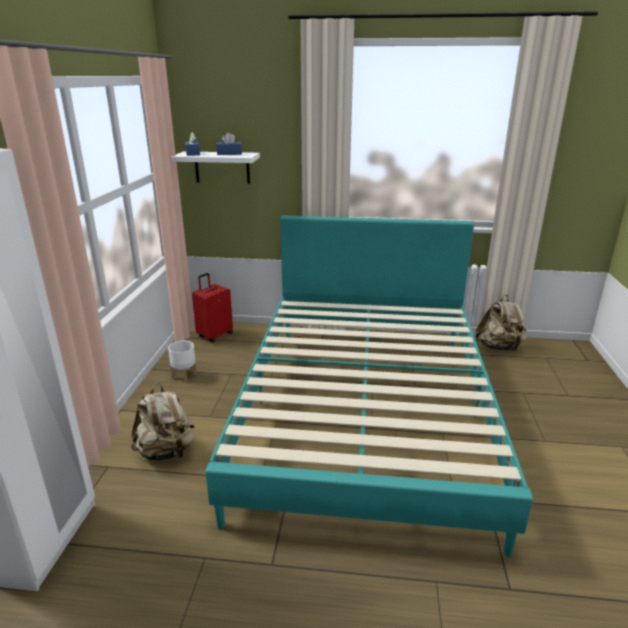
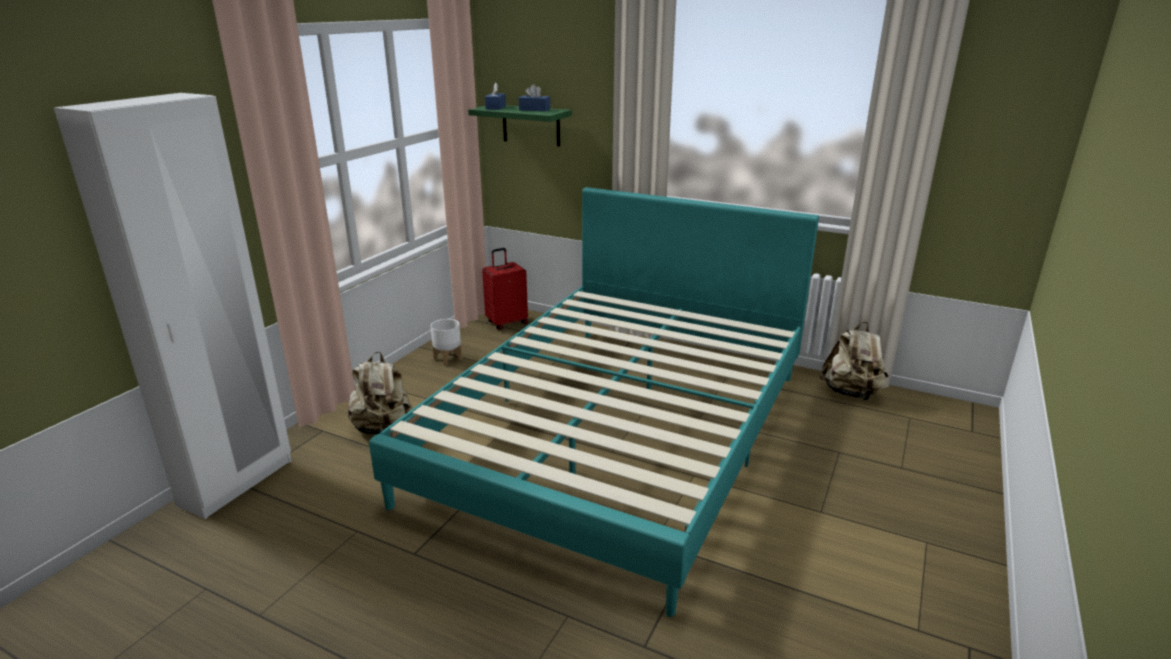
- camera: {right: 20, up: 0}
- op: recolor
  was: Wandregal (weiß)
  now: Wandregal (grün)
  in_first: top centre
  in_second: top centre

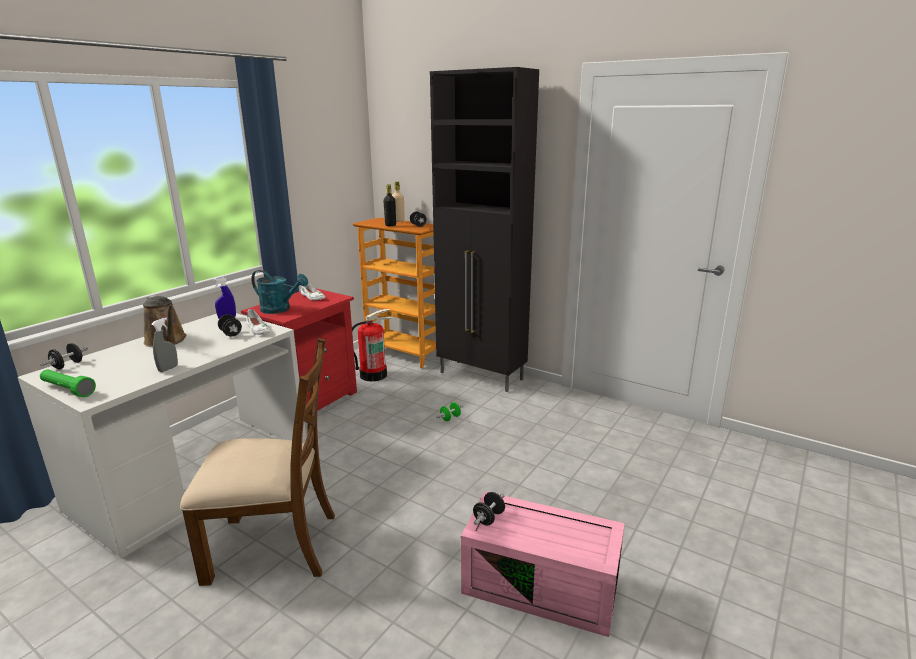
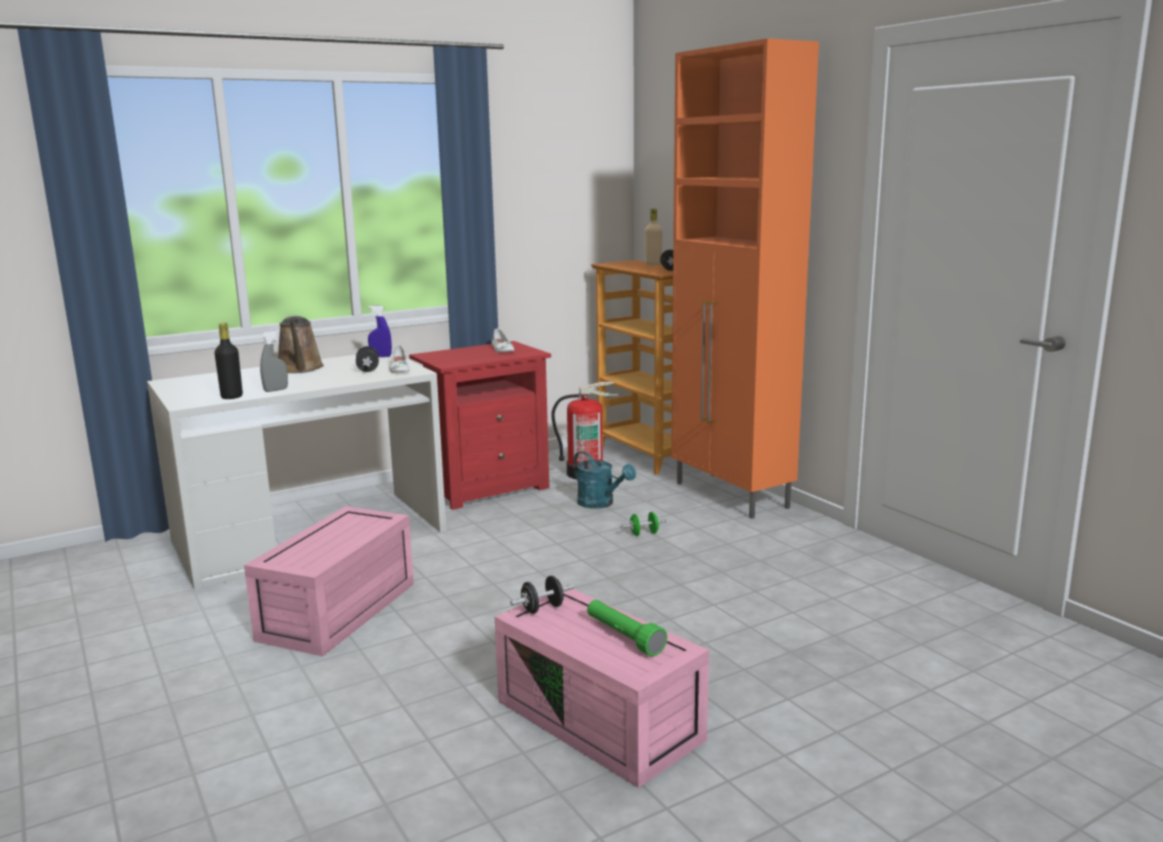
- camera: {right: 25, up: -5}
- op: delete
  was: Hantel (schwarz) (1st from left)
  in_first: middle left
- op: move
  was: Taschenlampe (grün)
  in_first: middle left
  in_second: bottom centre
- op: replace
  was: Stuhl (braun)
  now: Aufbewahrungsbox (rosa) (1st from left)
  in_first: bottom left
  in_second: bottom left
- op: move
  was: Gießkanne (türkis)
  in_first: middle left
  in_second: centre
- op: move
  was: Flasche (schwarz)
  in_first: top centre
  in_second: middle left
- op: recolor
  was: Schrank (schwarz)
  now: Schrank (orange)
  in_first: centre
  in_second: top centre

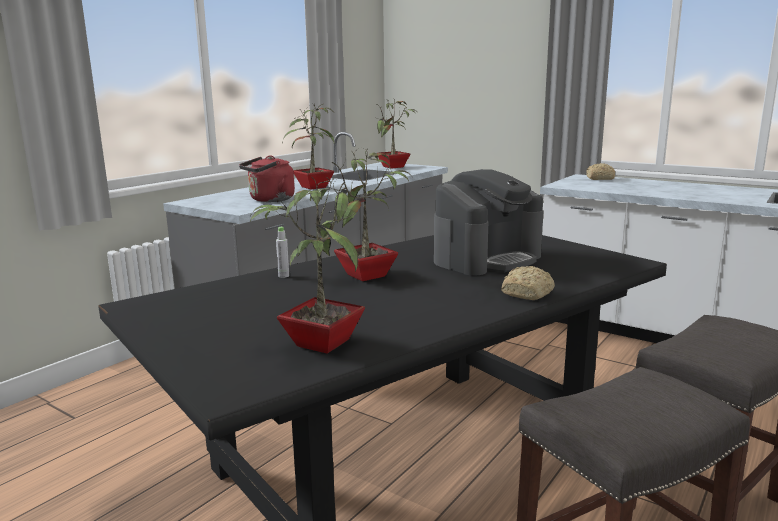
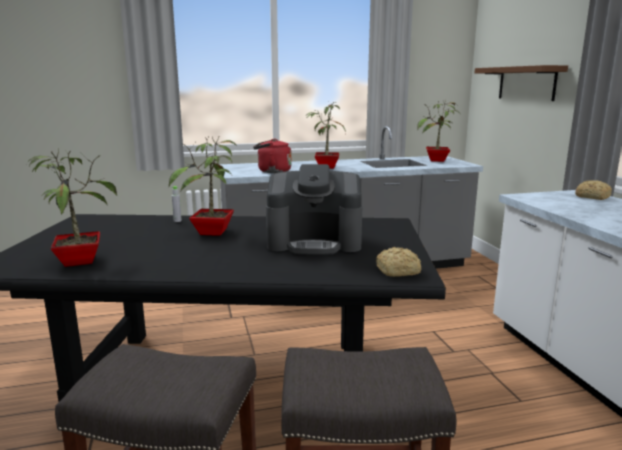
- camera: {right: 40, up: 0}
- op: move
  was: Brot (1st from left)
  in_first: middle right
  in_second: centre
- op: insert
  now: Wandregal (braun)
  in_second: top right

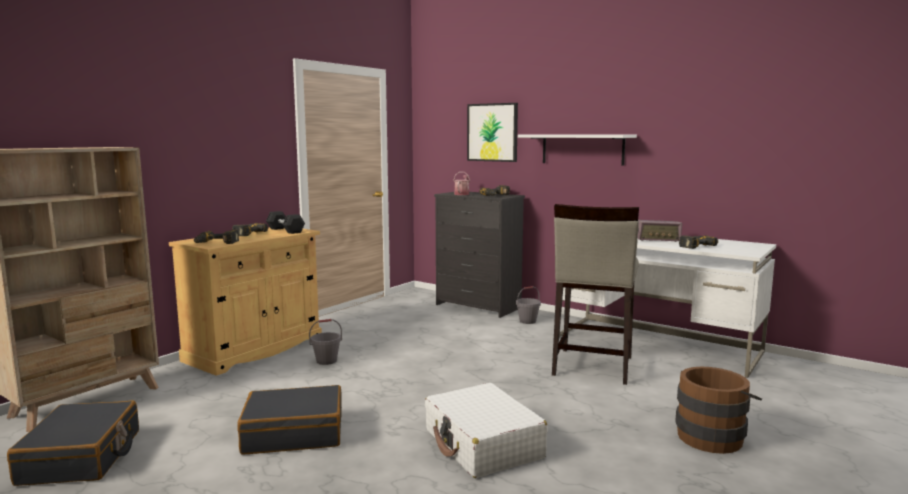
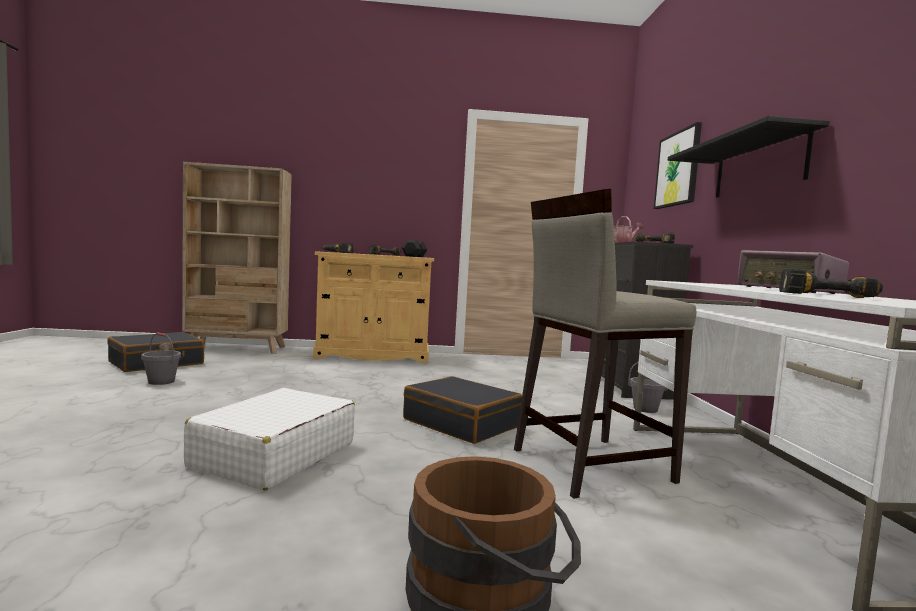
- camera: {right: 50, up: -5}
- op: move
  was: Koffer (schwarz) (2nd from left)
  in_first: bottom left
  in_second: bottom centre
- op: move
  was: Eimer (grau) (1st from left)
  in_first: bottom centre
  in_second: middle left
- op: recolor
  was: Wandregal (weiß)
  now: Wandregal (schwarz)
  in_first: top centre
  in_second: top right

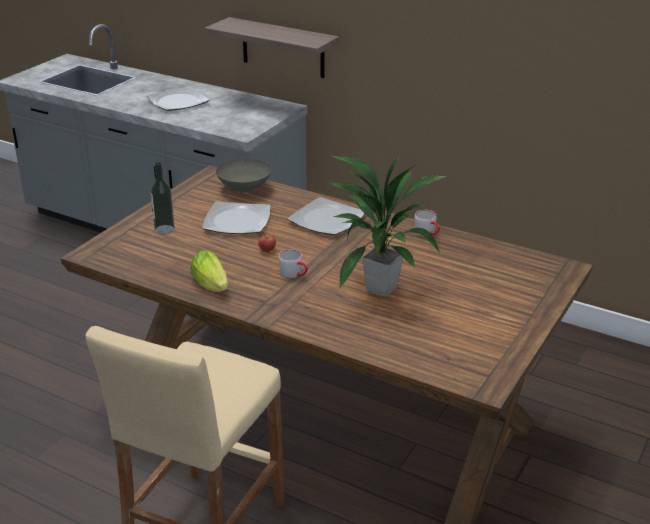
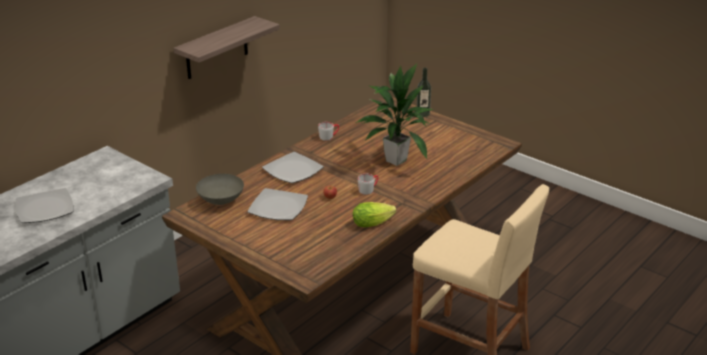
- camera: {right: -80, up: 0}
- op: move
  was: Flasche
  in_first: middle left
  in_second: top centre
- op: move
  was: Wandregal
  in_first: top centre
  in_second: top left

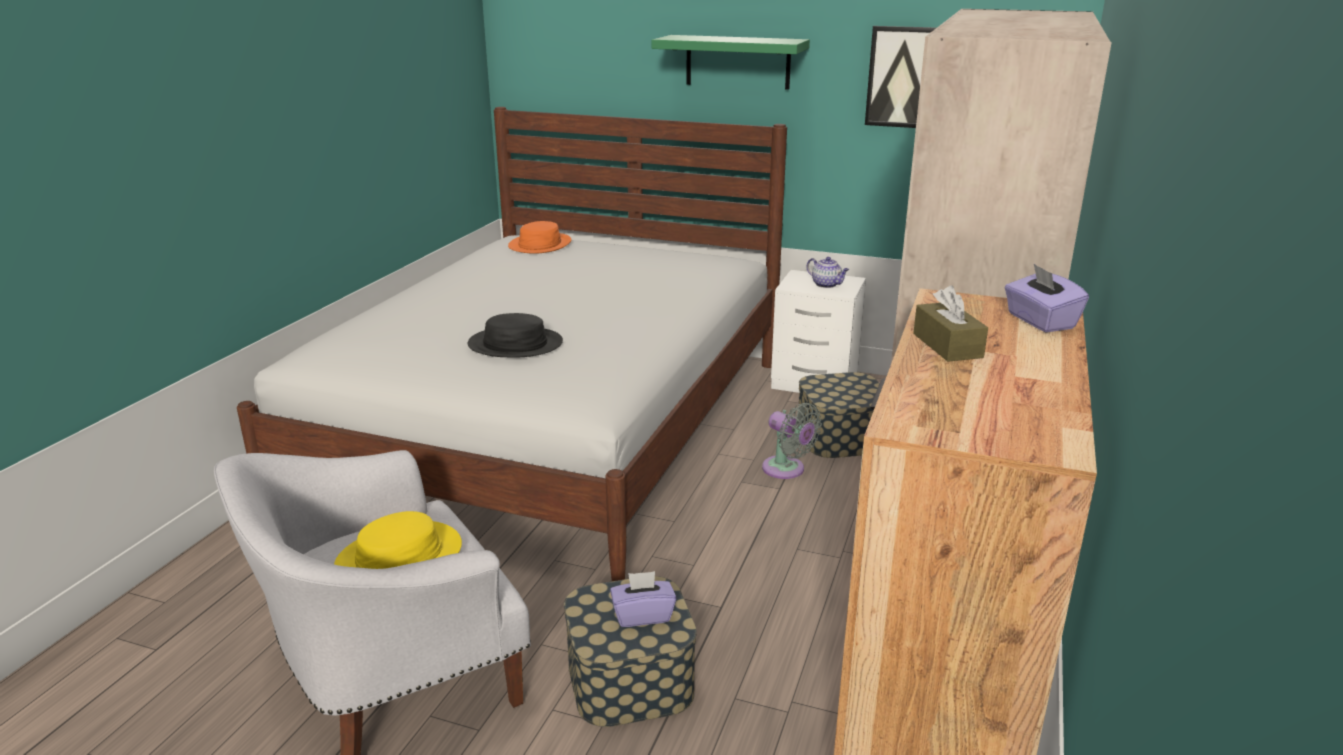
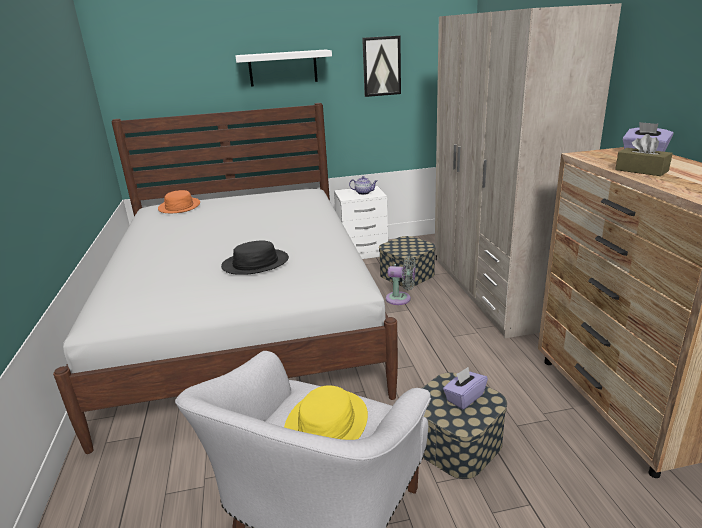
- camera: {right: -30, up: 0}
- op: recolor
  was: Wandregal (grün)
  now: Wandregal (weiß)
  in_first: top centre
  in_second: top centre

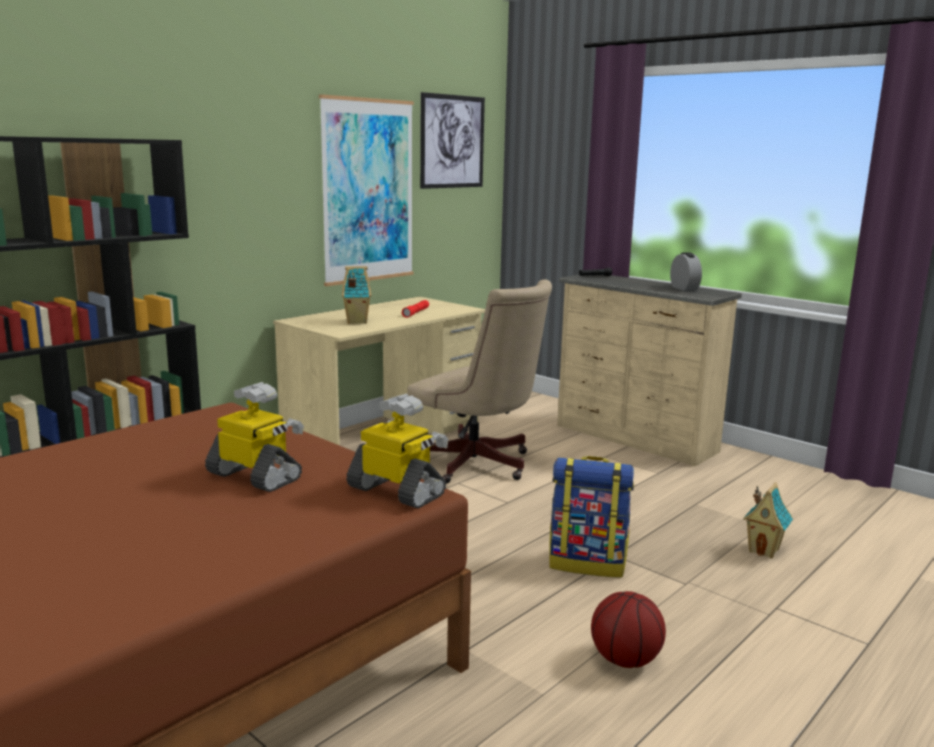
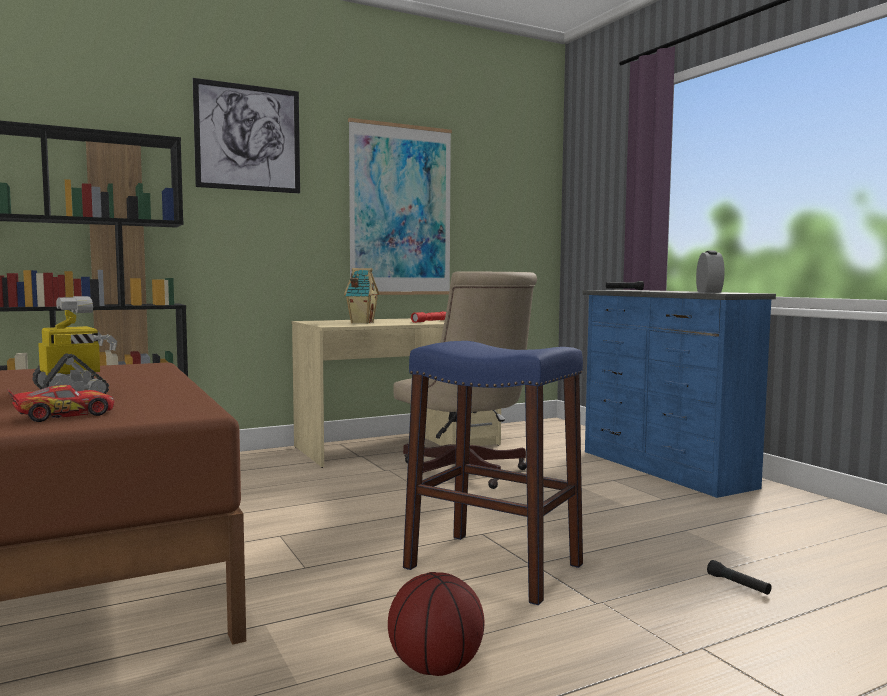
- camera: {right: 20, up: -10}
- op: delete
  was: Spielzeugroboter (2nd from left)
  in_first: centre
- op: move
  was: Bild (2nd from left in the first image)
  now: Bild (1st from left)
  in_first: top centre
  in_second: top left
- op: replace
  was: Rucksack
  now: Hocker (blau)
  in_first: bottom centre
  in_second: bottom centre
- op: recolor
  was: Kommode (beige)
  now: Kommode (blau)
  in_first: middle right
  in_second: middle right
- op: replace
  was: Spielzeughaus (2nd from left)
  now: Taschenlampe (schwarz) (2nd from left)
  in_first: bottom right
  in_second: bottom right
- op: insert
  now: Spielzeugauto
  in_second: middle left

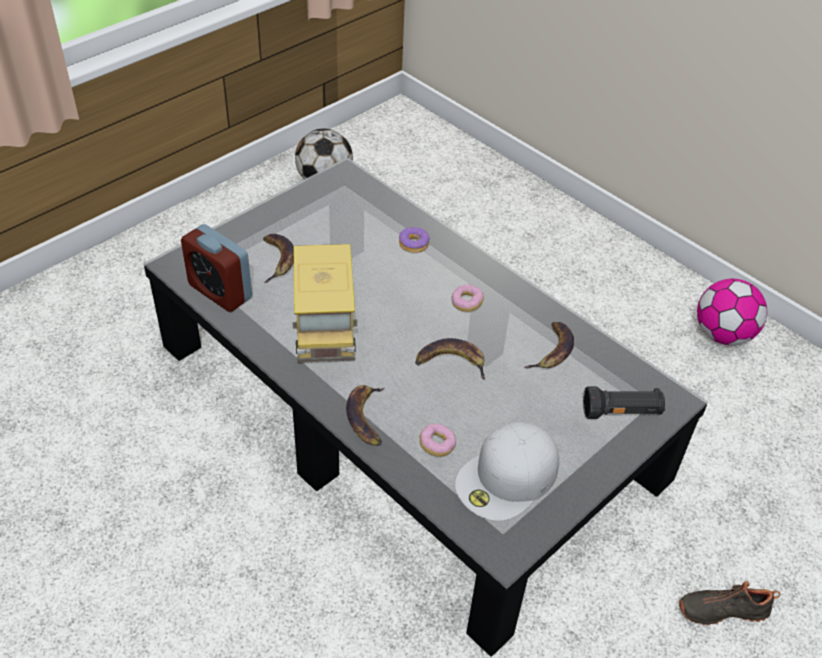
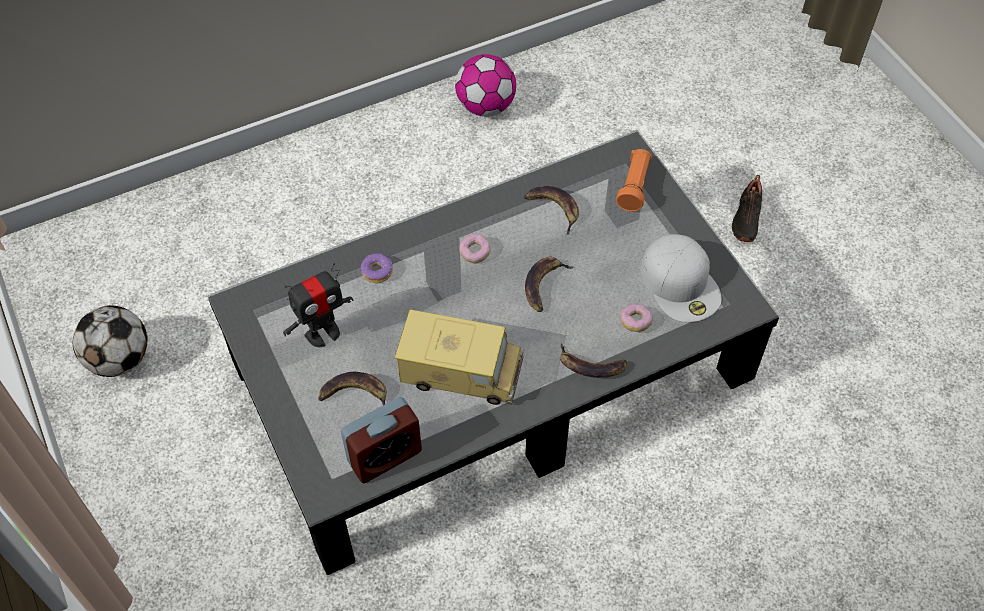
- camera: {right: -70, up: 10}
- op: recolor
  was: Taschenlampe (schwarz)
  now: Taschenlampe (orange)
  in_first: middle right
  in_second: top centre
- op: insert
  now: Spielzeugroboter
  in_second: middle left

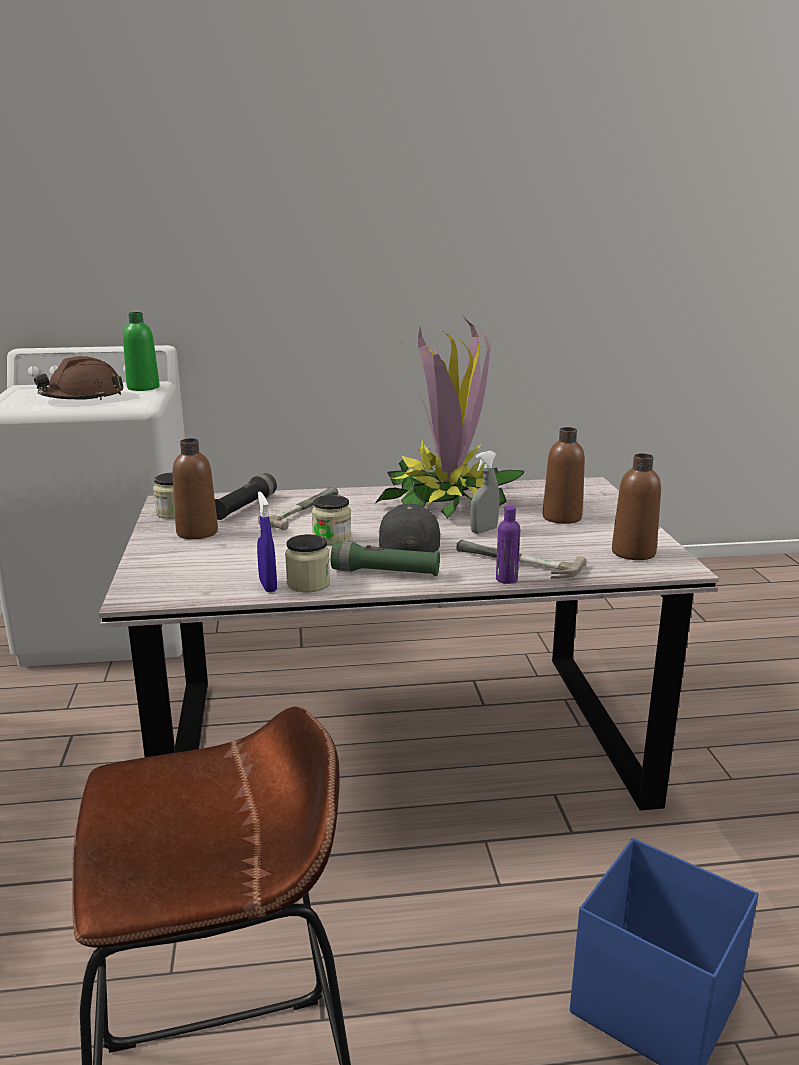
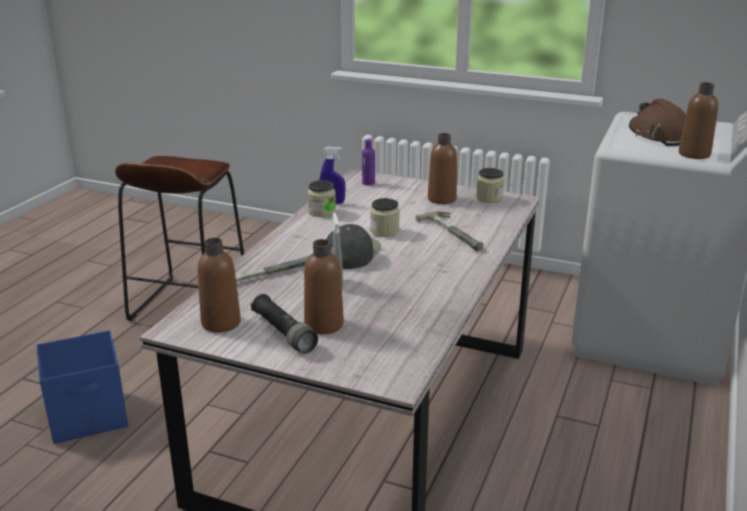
- camera: {right: 120, up: 5}
- op: recolor
  was: Flasche (grün)
  now: Flasche (braun) (4th from left)
  in_first: top left
  in_second: top right
- op: move
  was: Taschenlampe (schwarz)
  in_first: middle left
  in_second: centre
- op: delete
  was: Taschenlampe (grün)
  in_first: centre
- op: delete
  was: Topfpflanze
  in_first: centre
- op: rotate
  was: Kappe (schwarz)
  in_first: centre
  in_second: centre
  clockwise: -105
- op: move
  was: Flasche (lila)
  in_first: centre
  in_second: top centre

